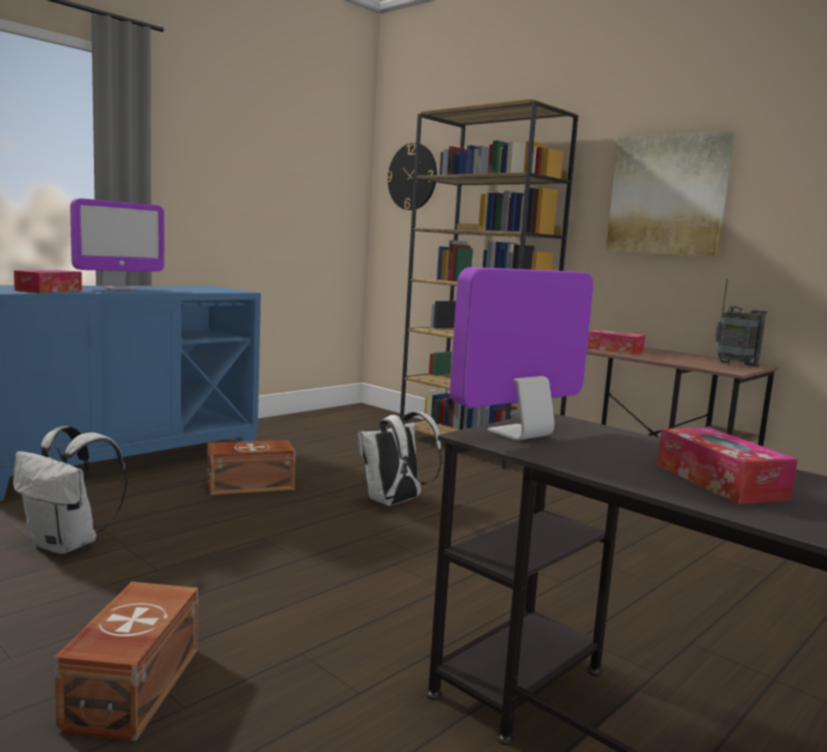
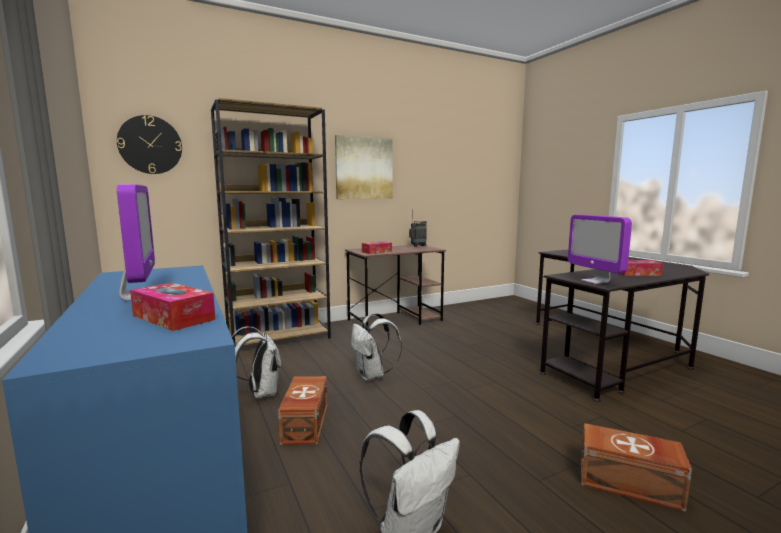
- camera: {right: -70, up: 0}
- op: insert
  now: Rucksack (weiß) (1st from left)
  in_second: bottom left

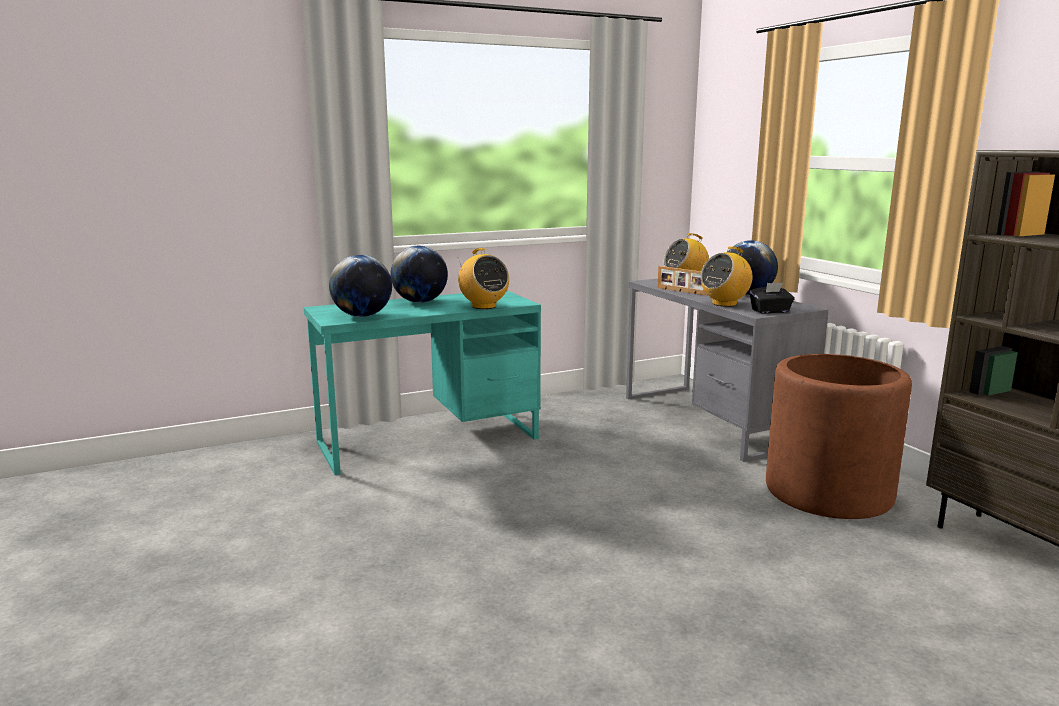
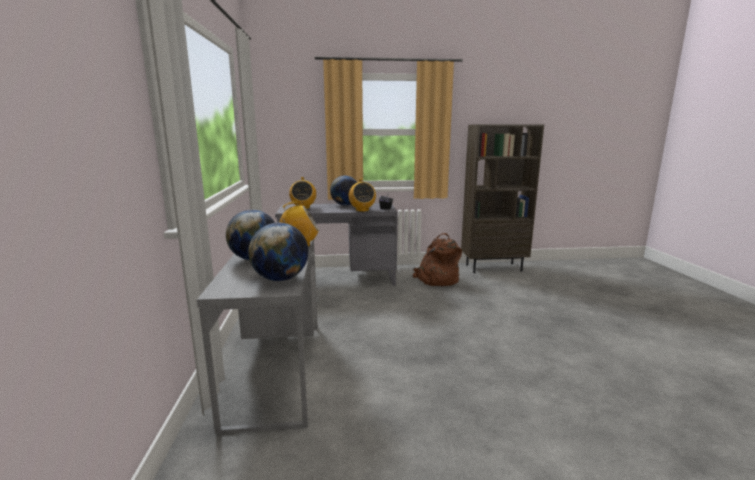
- camera: {right: -70, up: 0}
- op: recolor
  was: Schreibtisch (türkis)
  now: Schreibtisch (grau) (1st from left)
  in_first: centre
  in_second: bottom centre
- op: delete
  was: Bilderrahmen
  in_first: centre
- op: replace
  was: Pflanzkübel (braun)
  now: Rucksack (braun)
  in_first: middle right
  in_second: centre

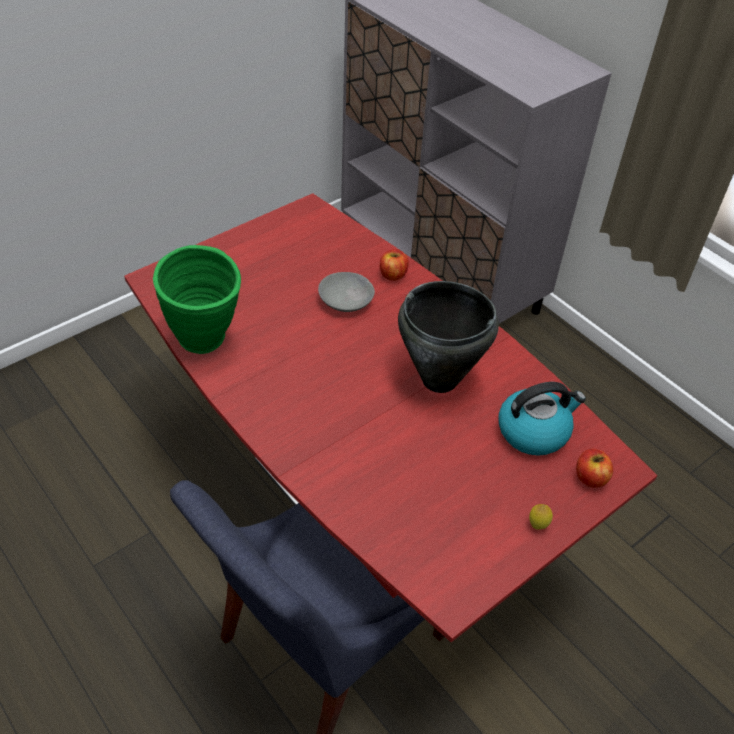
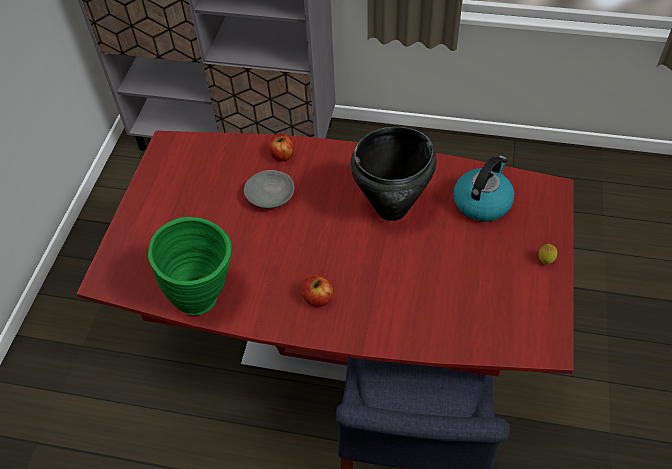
- camera: {right: -35, up: 5}
- op: move
  was: Apfel (2nd from left)
  in_first: middle right
  in_second: centre

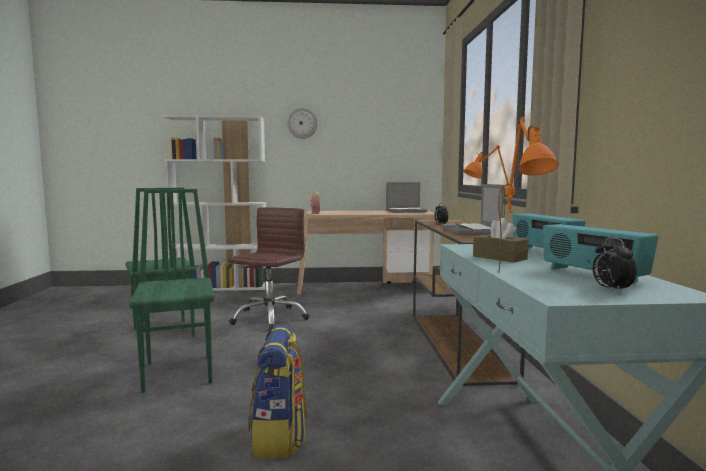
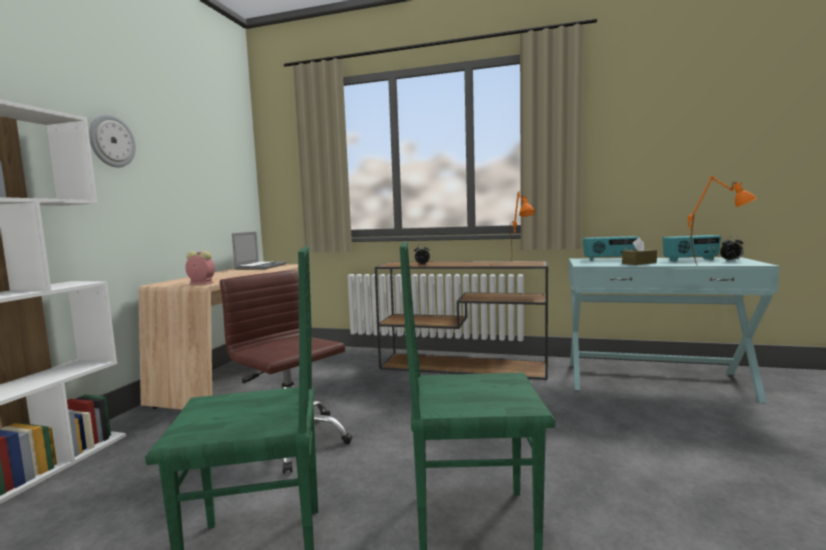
- camera: {right: -70, up: 0}
- op: delete
  was: Rucksack
  in_first: bottom centre
- op: delete
  was: Laptop (2nd from left)
  in_first: middle right

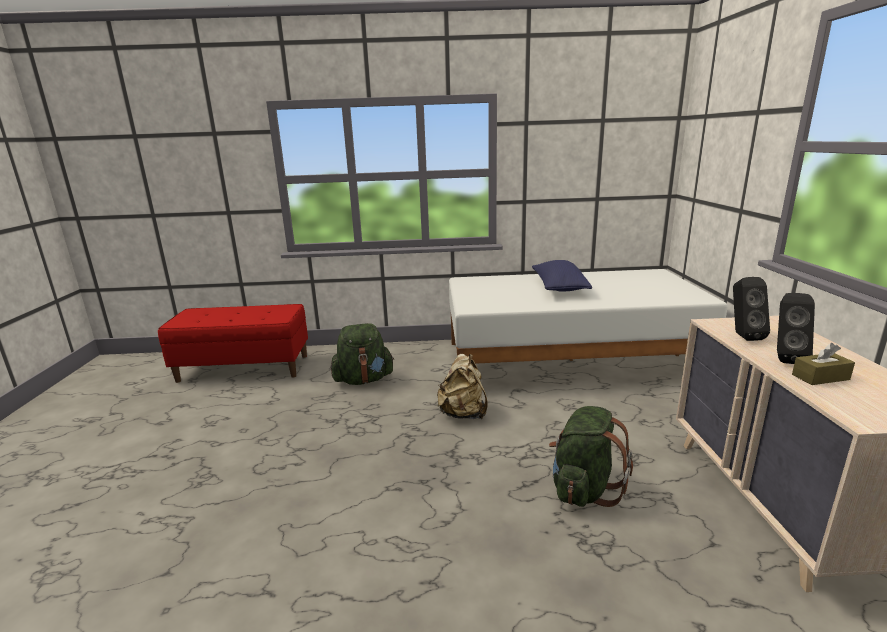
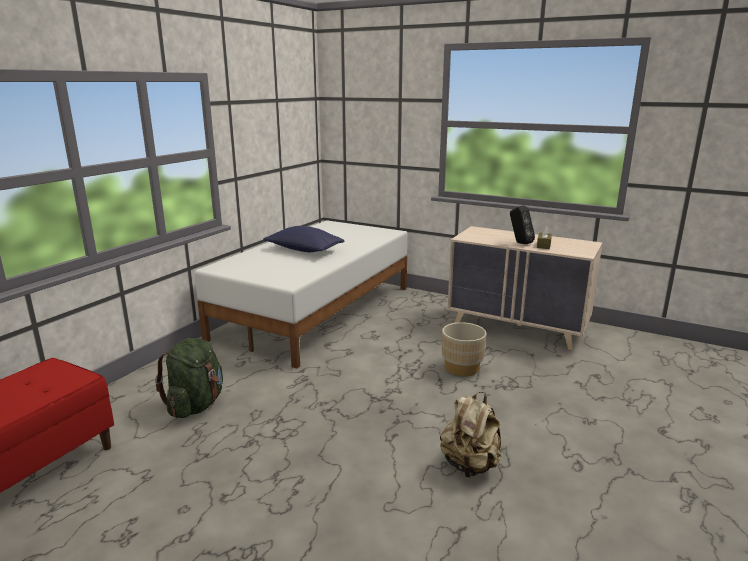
- camera: {right: -60, up: 0}
- op: move
  was: Rucksack (beige)
  in_first: centre
  in_second: bottom centre
- op: replace
  was: Rucksack (grün) (2nd from left)
  now: Pflanzkübel (beige)
  in_first: bottom centre
  in_second: centre
- op: delete
  was: Lautsprecher (schwarz) (1st from left)
  in_first: middle right

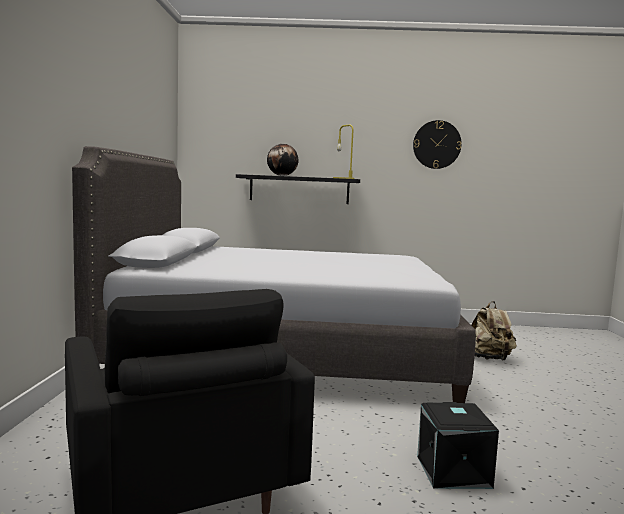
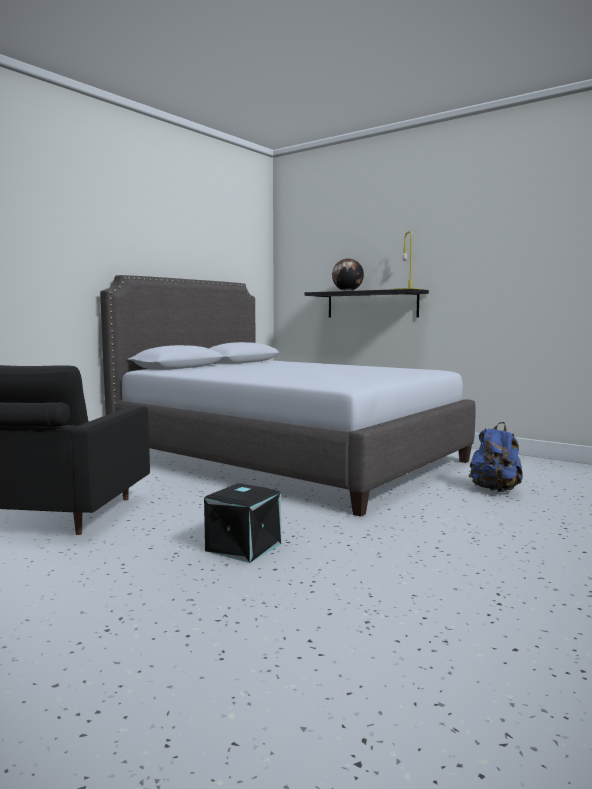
- camera: {right: 35, up: 0}
- op: delete
  was: Wanduhr
  in_first: top right
- op: recolor
  was: Rucksack (beige)
  now: Rucksack (blau)
  in_first: middle right
  in_second: middle right

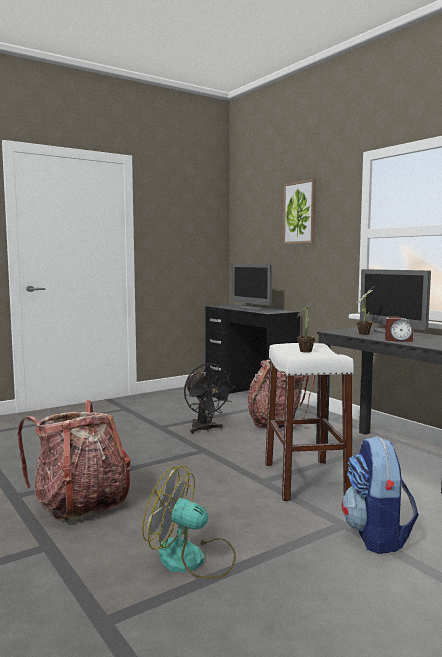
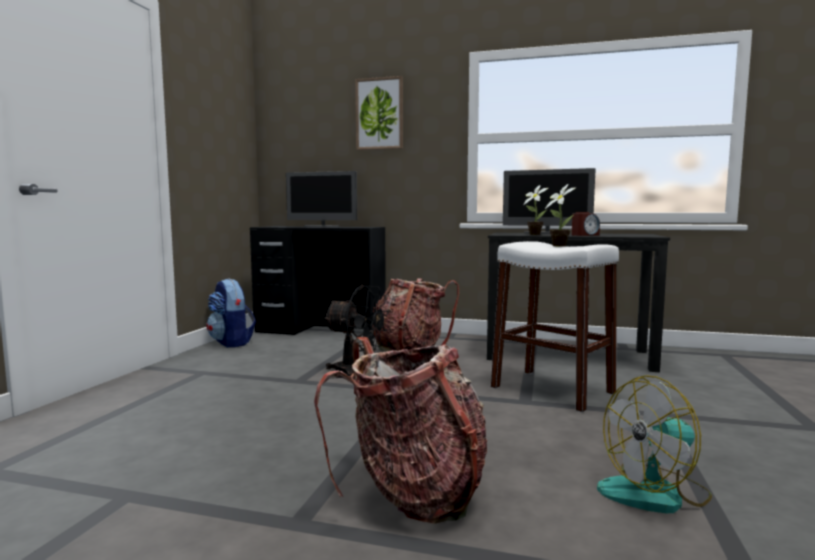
- camera: {right: -40, up: 0}
- op: move
  was: Rucksack (3rd from left in the first image)
  now: Rucksack (1st from left)
  in_first: bottom right
  in_second: middle left

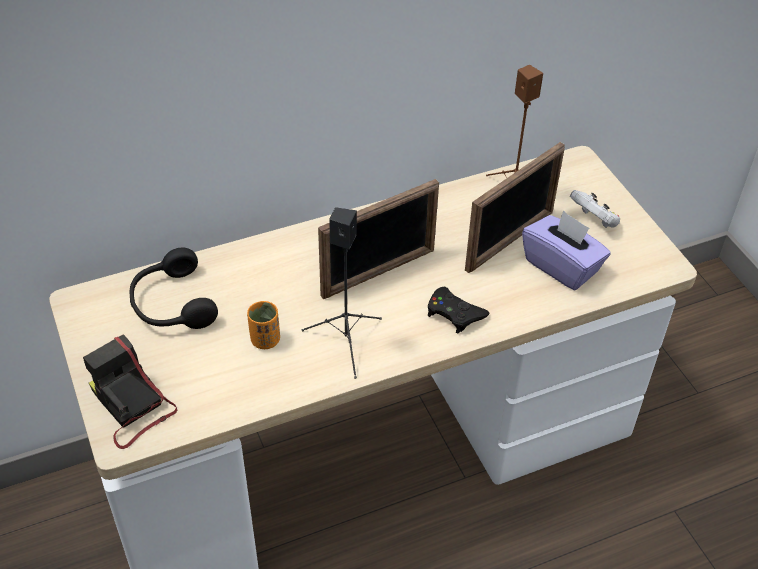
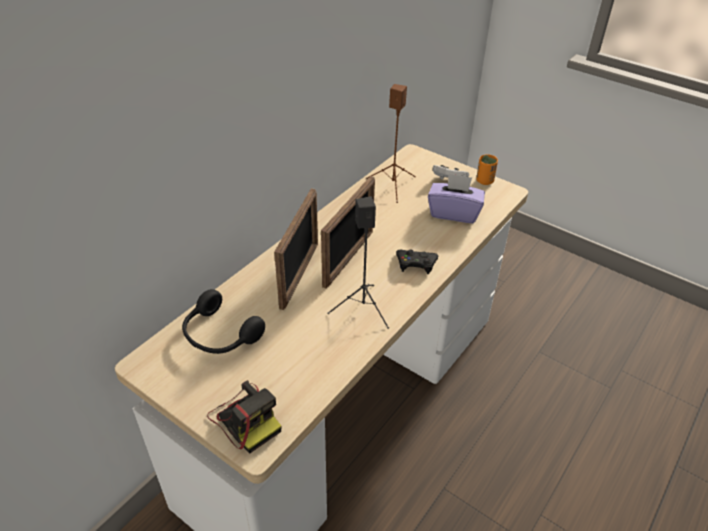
- camera: {right: -30, up: -5}
- op: rotate
  was: Kamera
  in_first: bottom left
  in_second: bottom centre
  clockwise: -150
- op: move
  was: Tasse (orange)
  in_first: centre
  in_second: top right
- op: move
  was: Bilderrahmen (2nd from left in the first image)
  now: Bilderrahmen (1st from left)
  in_first: middle right
  in_second: centre

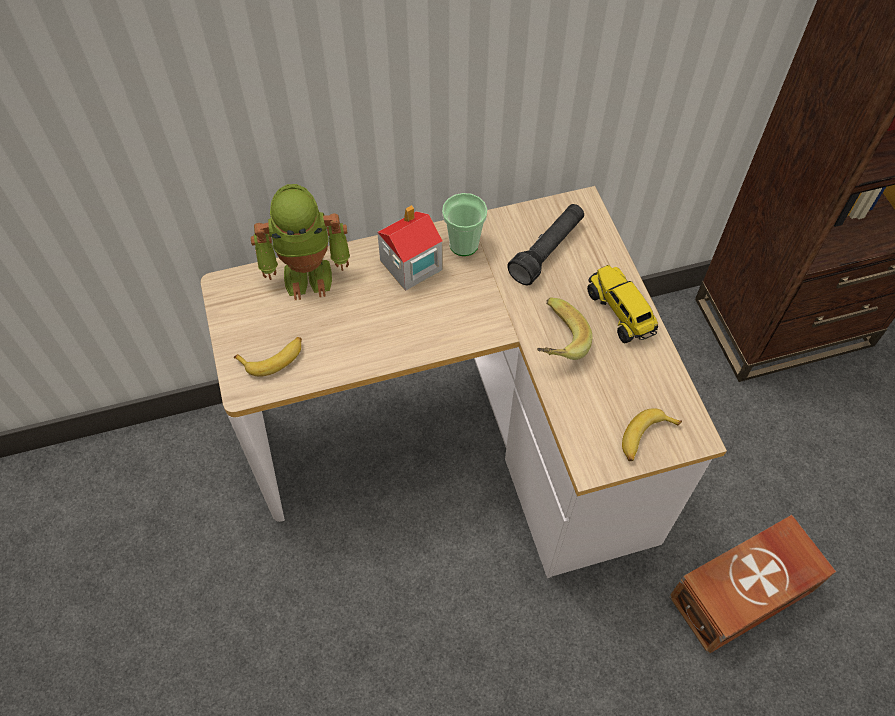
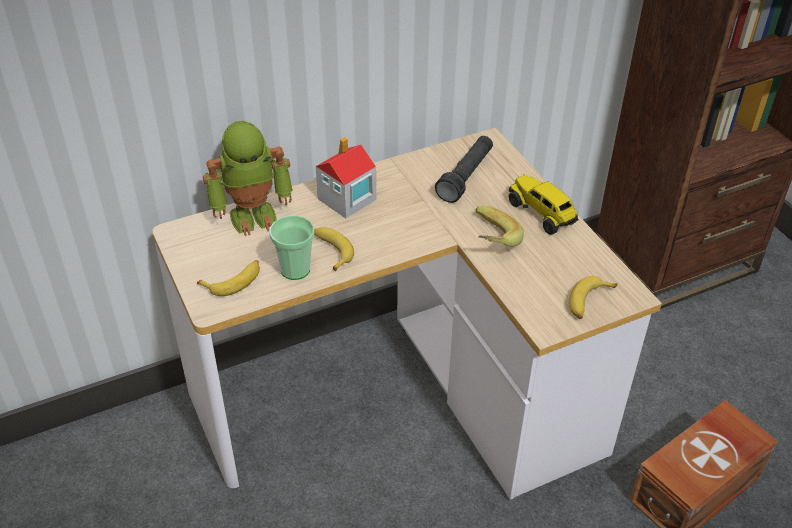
- camera: {right: -10, up: -15}
- op: move
  was: Tasse
  in_first: top centre
  in_second: centre
- op: insert
  now: Banane (2nd from left)
  in_second: centre

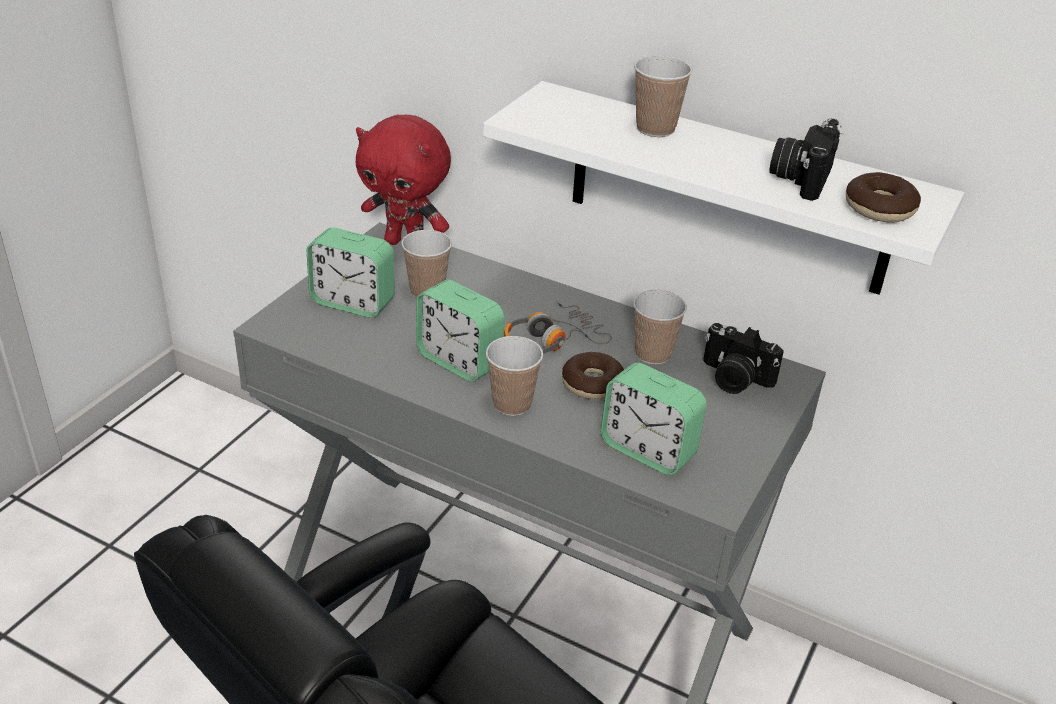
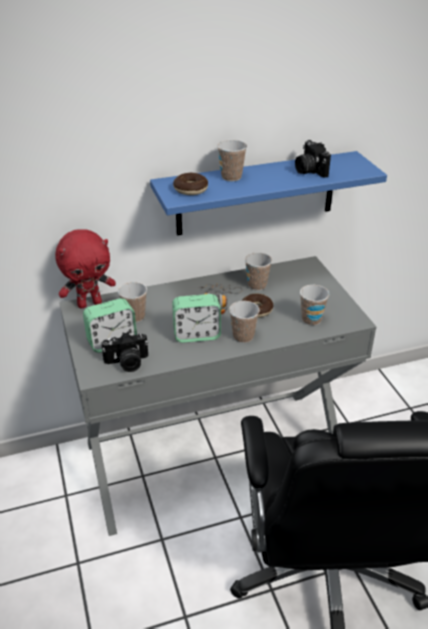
- camera: {right: -45, up: 0}
- op: recolor
  was: Wandregal (weiß)
  now: Wandregal (blau)
  in_first: top right
  in_second: top centre
- op: replace
  was: Wecker (3rd from left)
  now: Tasse (5th from left)
  in_first: centre
  in_second: middle right
- op: move
  was: Kamera (1st from left)
  in_first: middle right
  in_second: middle left
- op: move
  was: Donut (2nd from left in the first image)
  now: Donut (1st from left)
  in_first: top right
  in_second: top centre

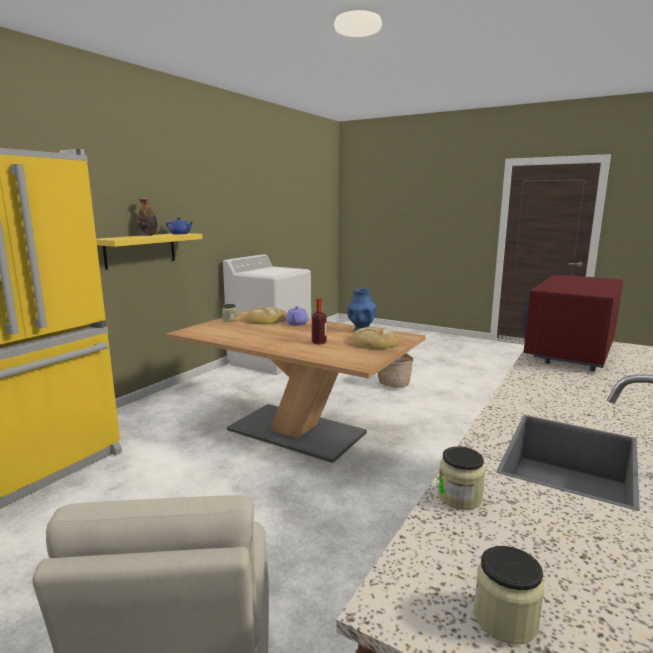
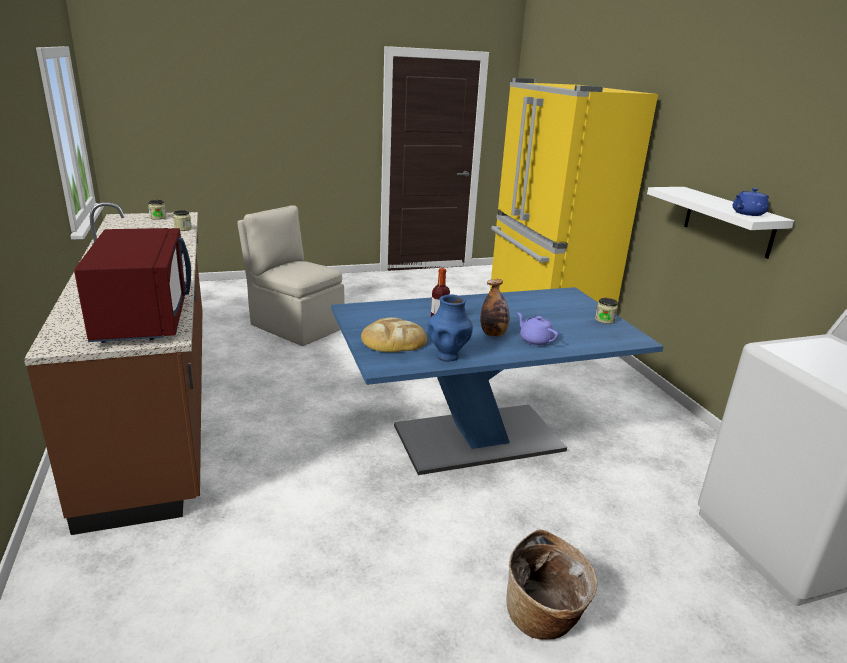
- camera: {right: 130, up: 10}
- op: recolor
  was: Wandregal (gelb)
  now: Wandregal (weiß)
  in_first: middle left
  in_second: middle right
- op: move
  was: Flasche (1st from left in the first image)
  now: Flasche (2nd from left)
  in_first: top left
  in_second: centre
- op: recolor
  was: Esstisch (braun)
  now: Esstisch (blau)
  in_first: centre
  in_second: centre
- op: delete
  was: Brot (1st from left)
  in_first: centre

